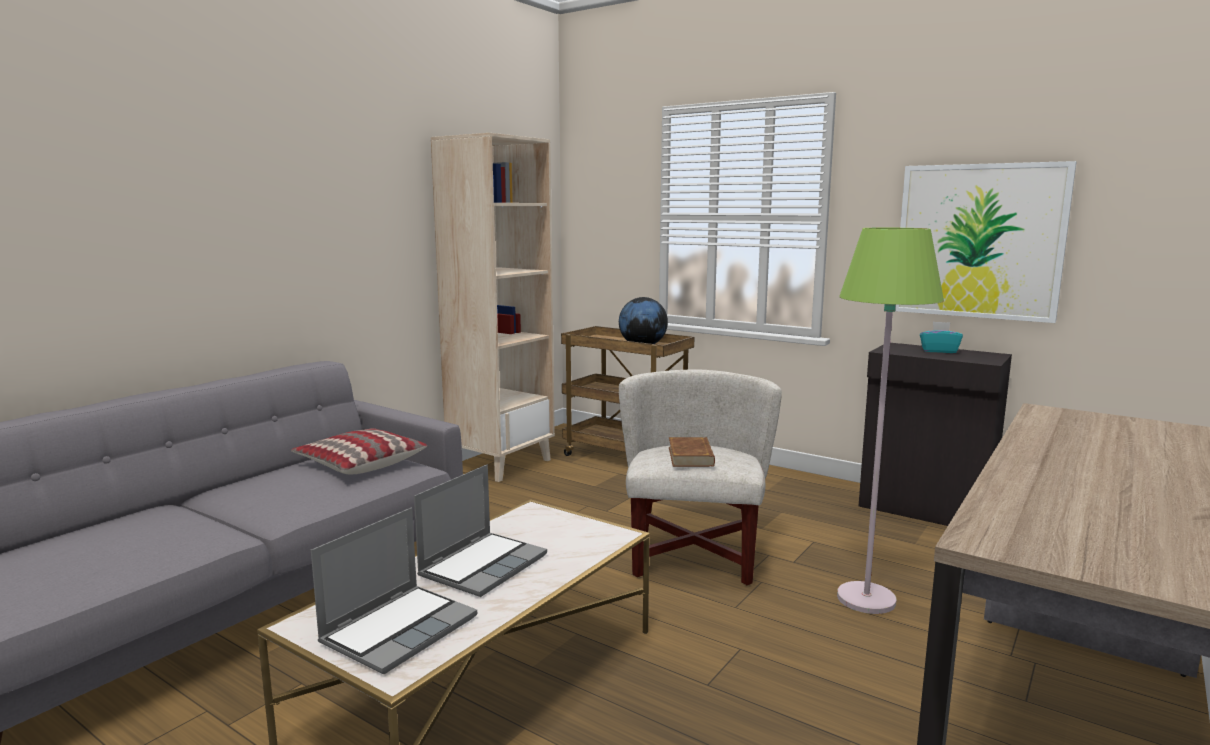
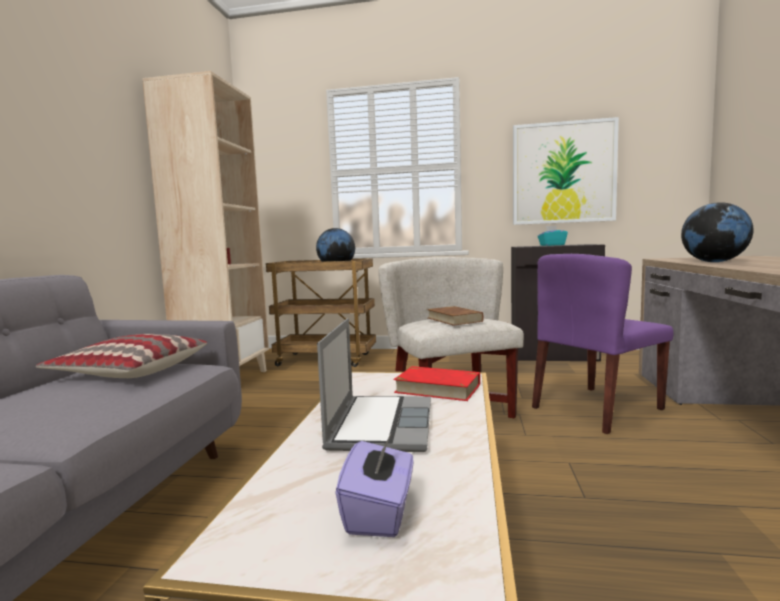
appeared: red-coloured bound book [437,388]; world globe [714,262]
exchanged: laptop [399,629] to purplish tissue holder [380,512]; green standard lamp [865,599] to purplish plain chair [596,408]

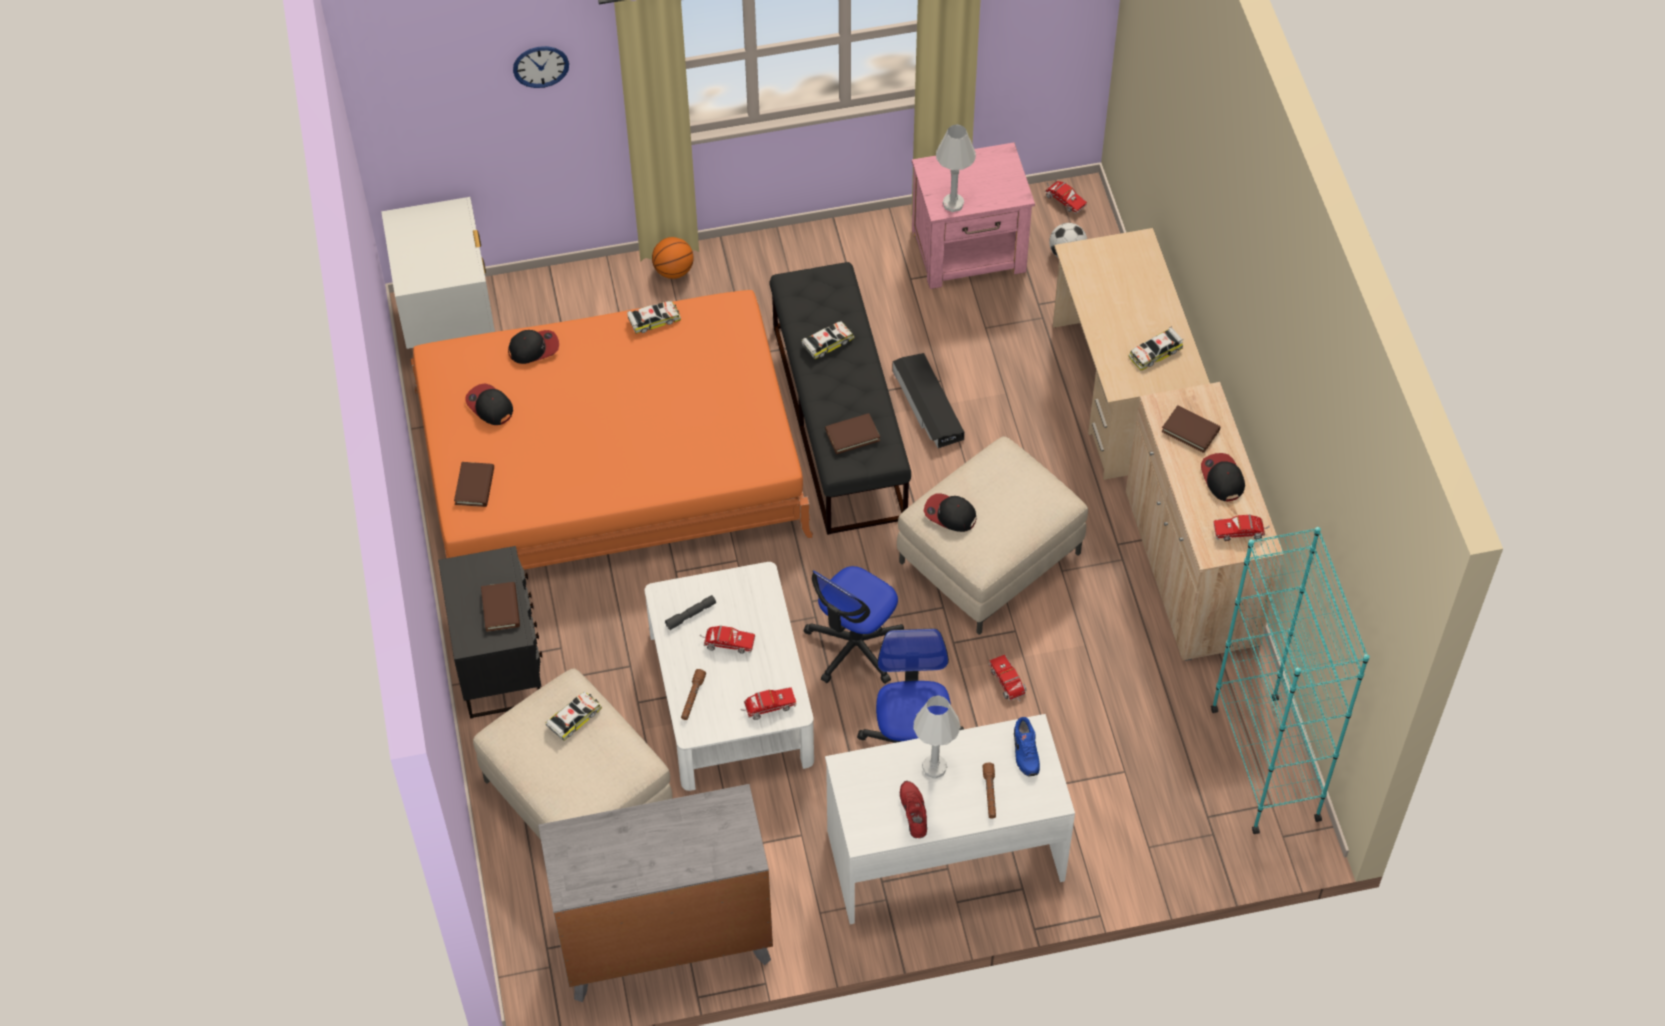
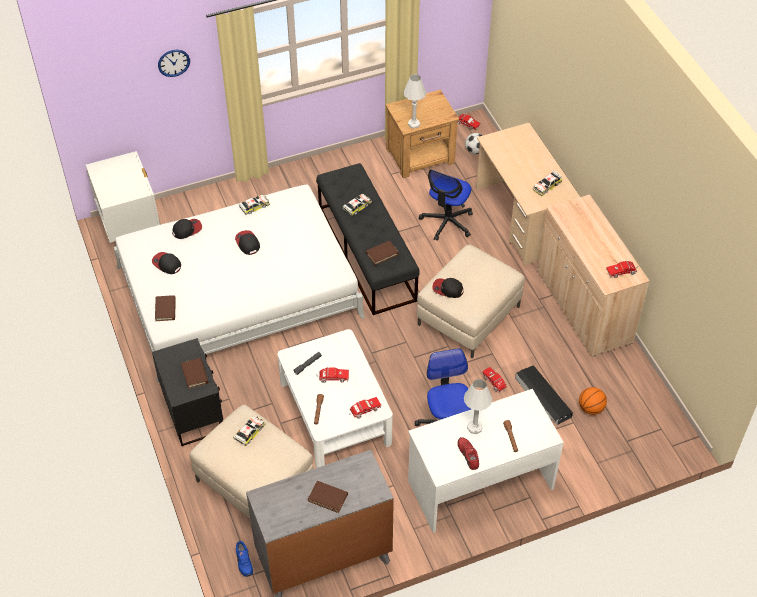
missing: blue-green bookcase [1265,763]
relocated: basketball ball [673,271] to [591,408]; desk chair [854,647] to [447,222]; blackish storage bin [927,405] to [543,398]; bluish low shoe [1025,752] to [243,562]; brown-coloured bound book [1190,430] to [328,497]; baseball cap [1222,478] to [247,243]
colour: orange-coloured bedroom bed [610,461] to white bedroom bed [239,292]; pinkish night table [970,251] to brown-coloured night table [421,156]

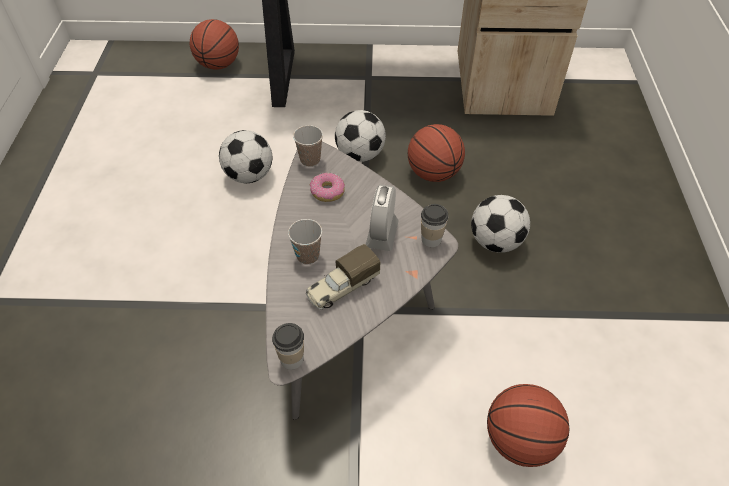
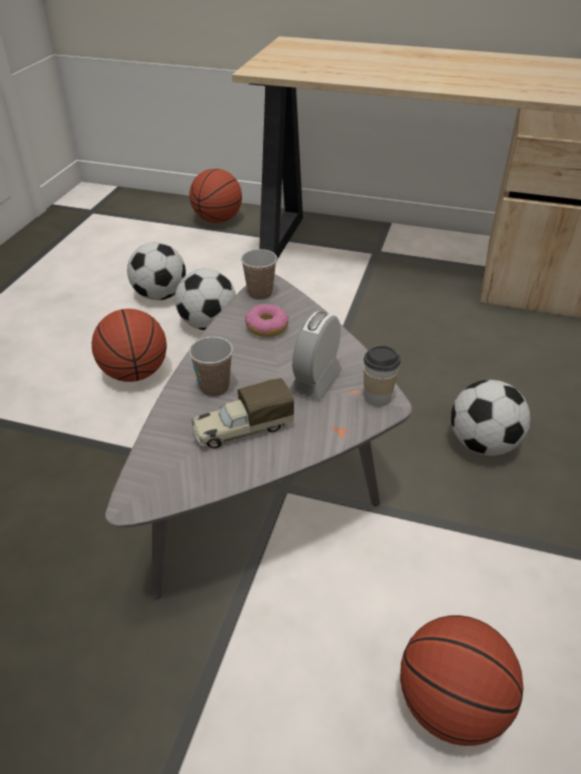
missing: cup [292,359]
relocated: football [360,154] to [160,295]; basketball ball [433,173] to [135,373]

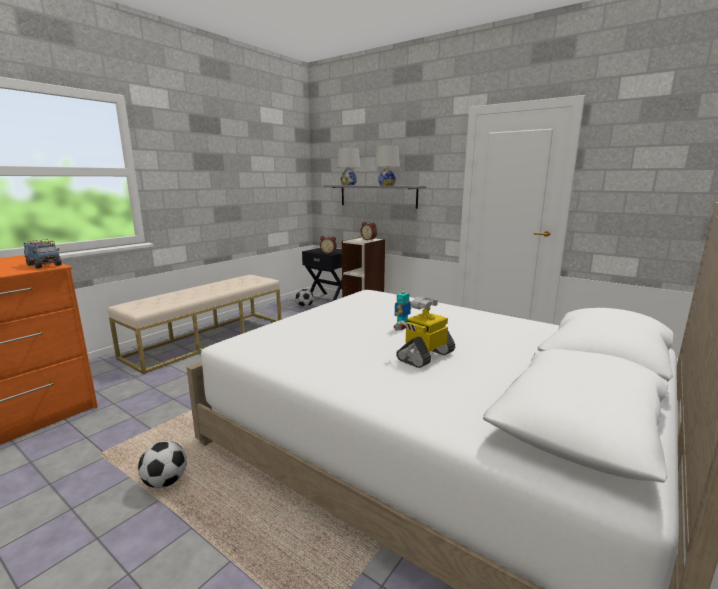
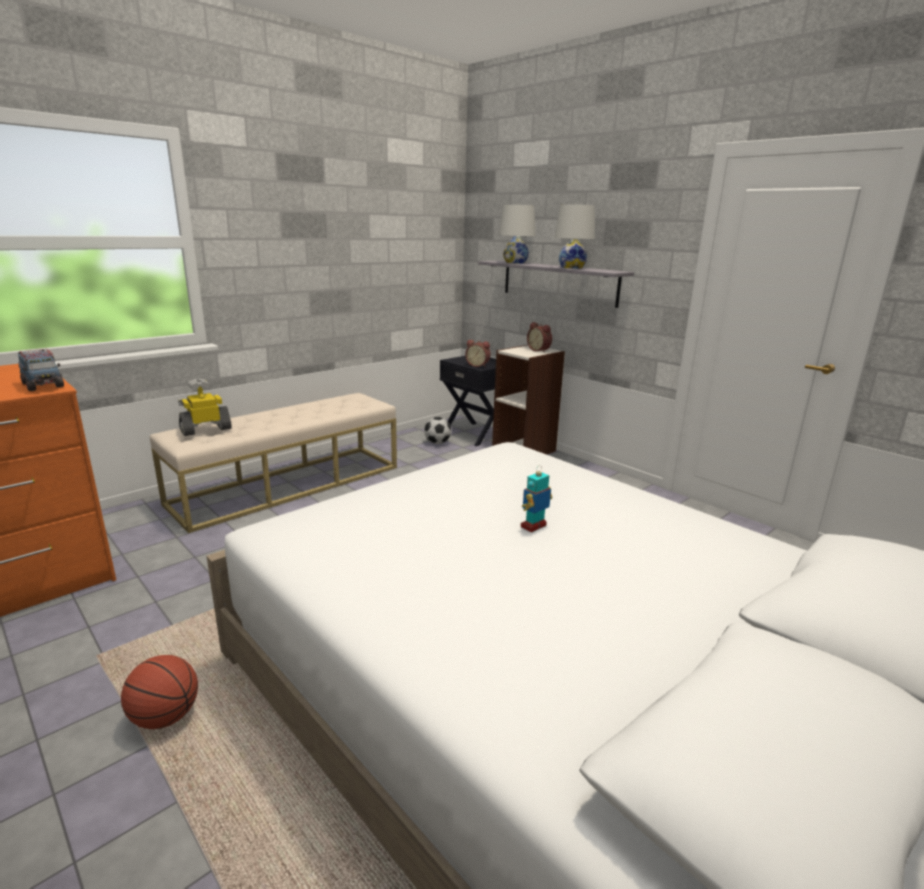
relocated: toy robot [425,356] to [206,429]
exchanged: football [165,482] to basketball ball [165,717]

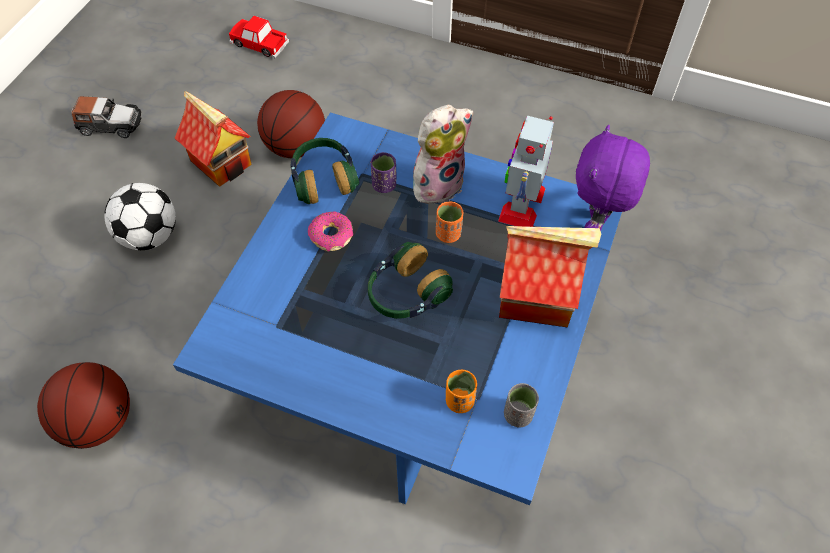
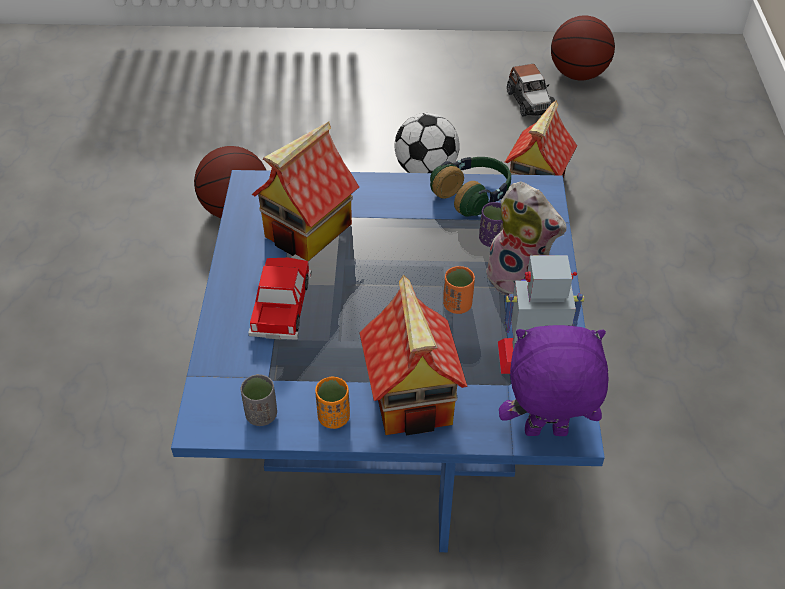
missing: doughnut [331,236]; headset [406,294]
appeared: toy house [308,232]
relocated: miniature car [259,44] to [282,305]; basketball ball [295,147] to [578,75]; orange-coloured cup [459,401] to [334,417]

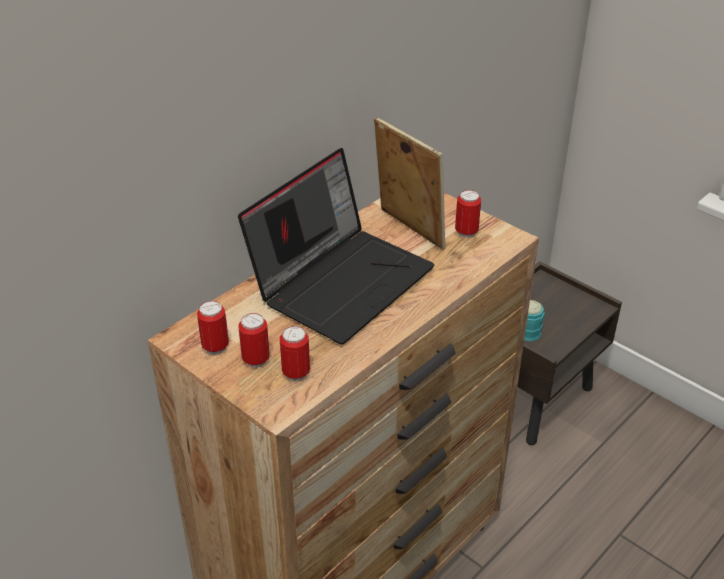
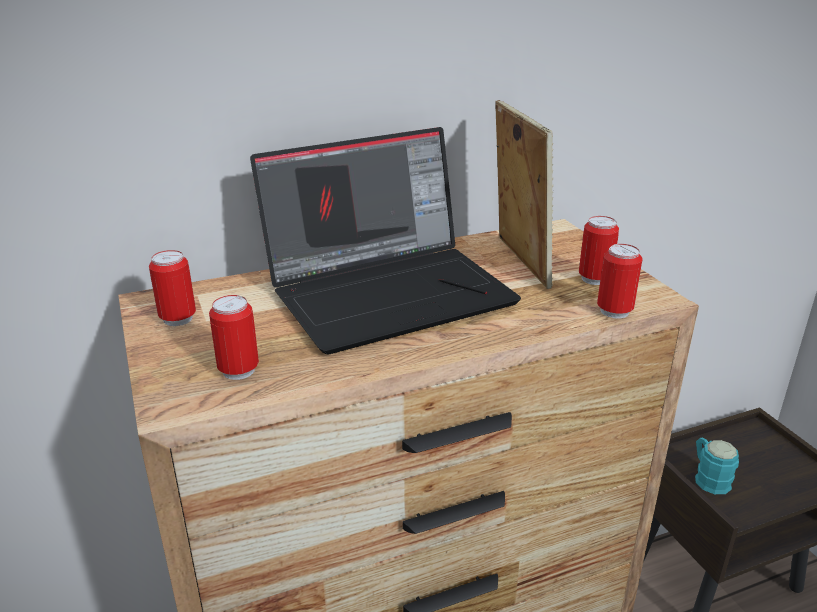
relocated: metal can [256,360] to [614,311]

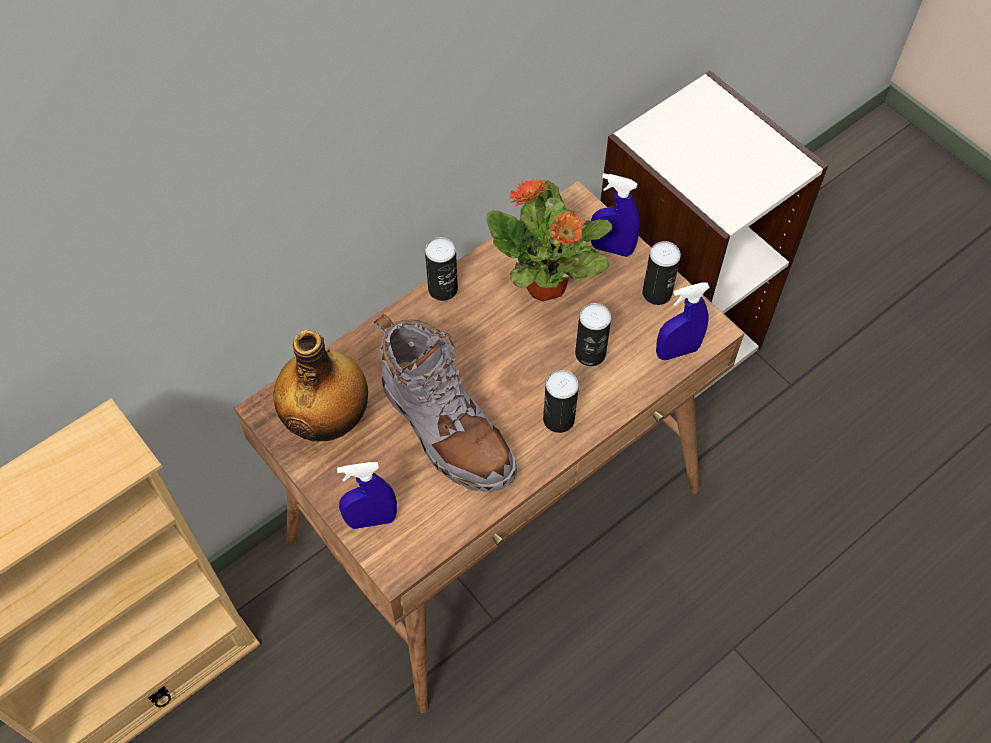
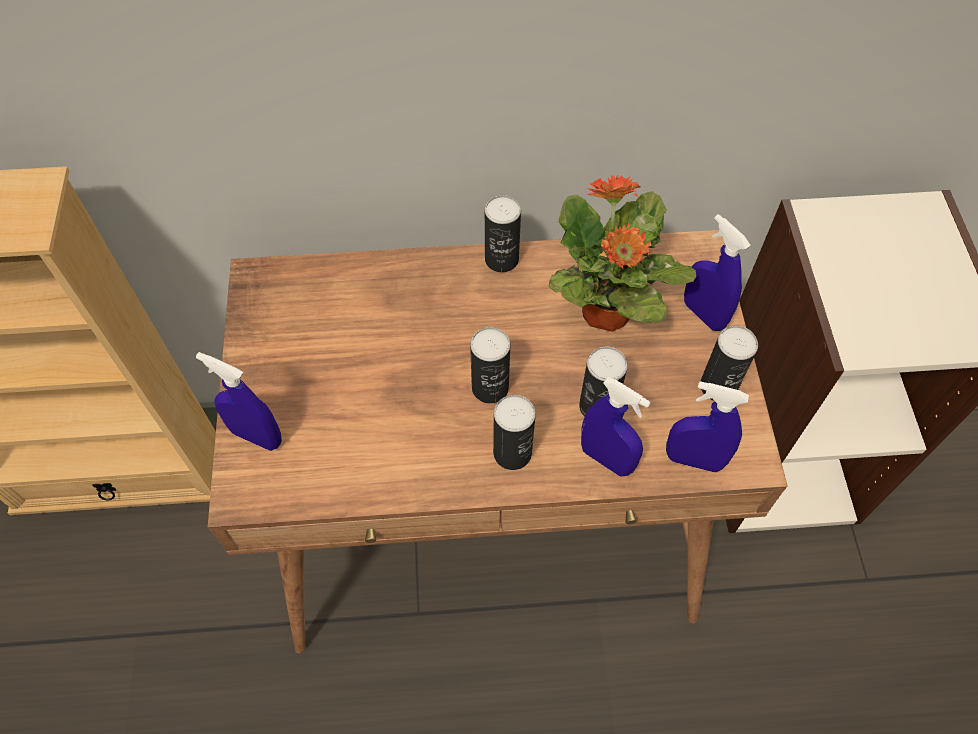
missing: bottle [328,419]; greyish boot [445,429]
appeared: metal can [490,387]; bluish spray bottle [606,459]

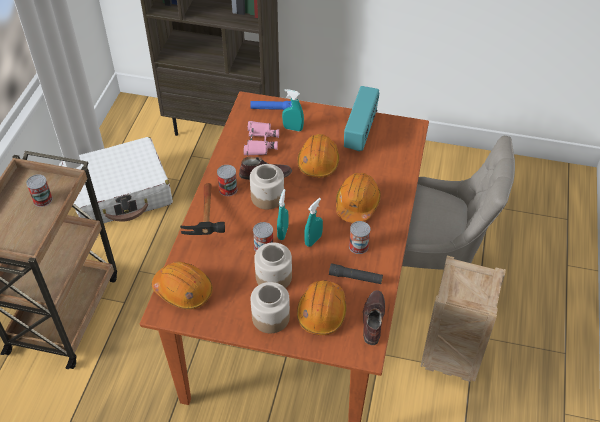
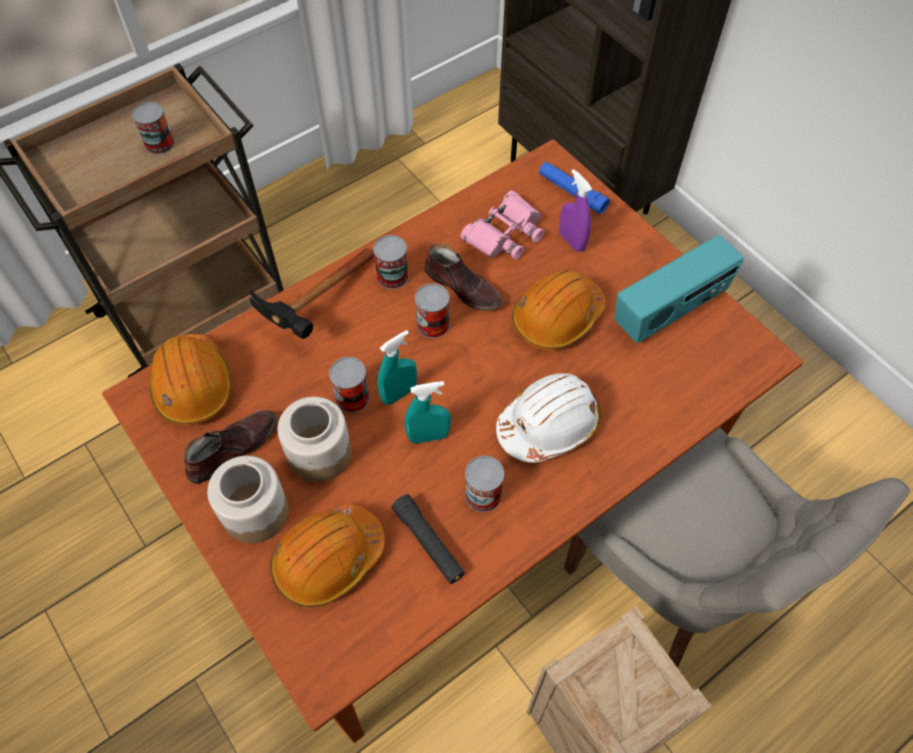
missing: white piece of luggage [120,193]
relocated: brown-coloured low shoe [373,319] to [232,448]
exchanged: storage jar [268,197] to metal can [433,324]
colour: blue-green spray bottle [293,128] to purplish spray bottle [571,241]; orange-coloured work helmet [357,204] to white work helmet [548,424]

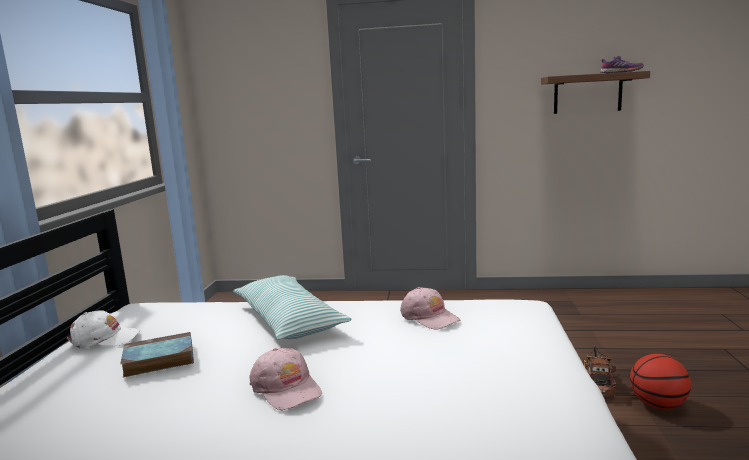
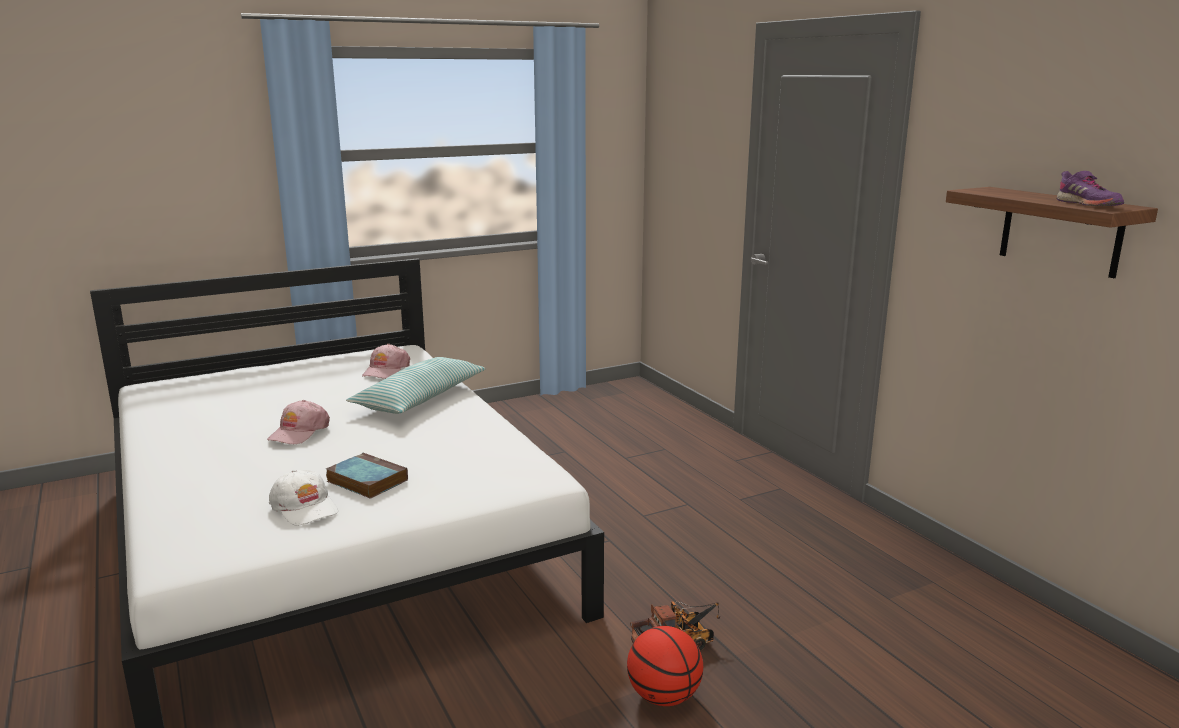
relocated: white baseball cap [104,339] to [305,507]; bound book [157,360] to [365,480]; pinkish baseball cap [429,317] to [386,370]

